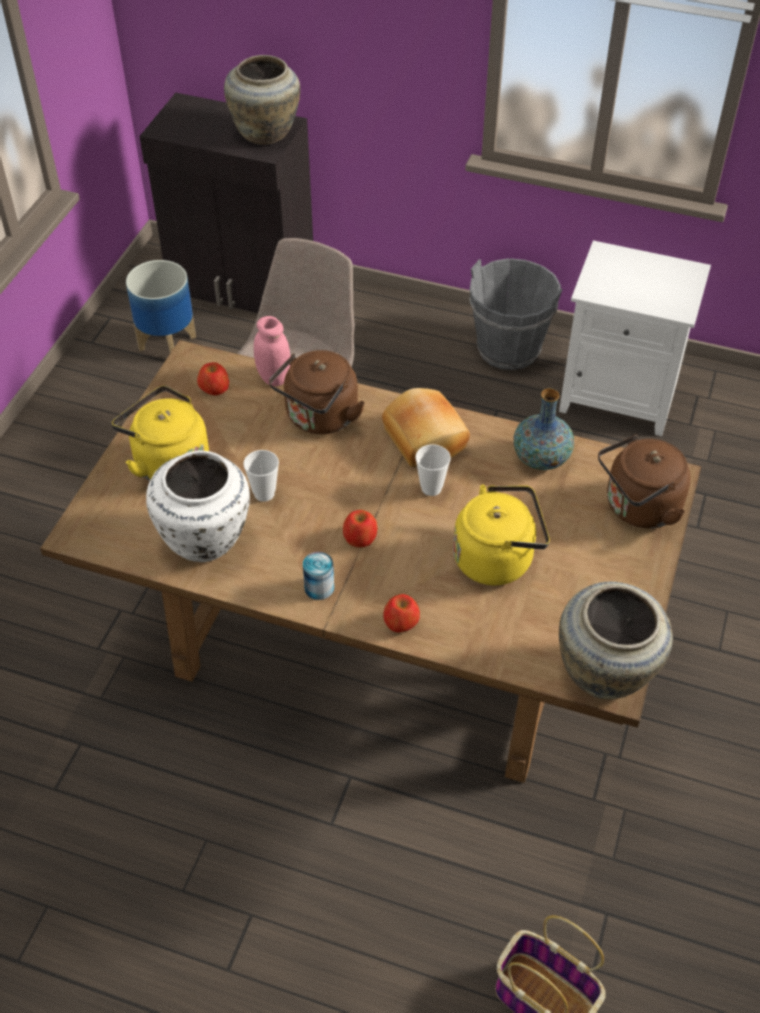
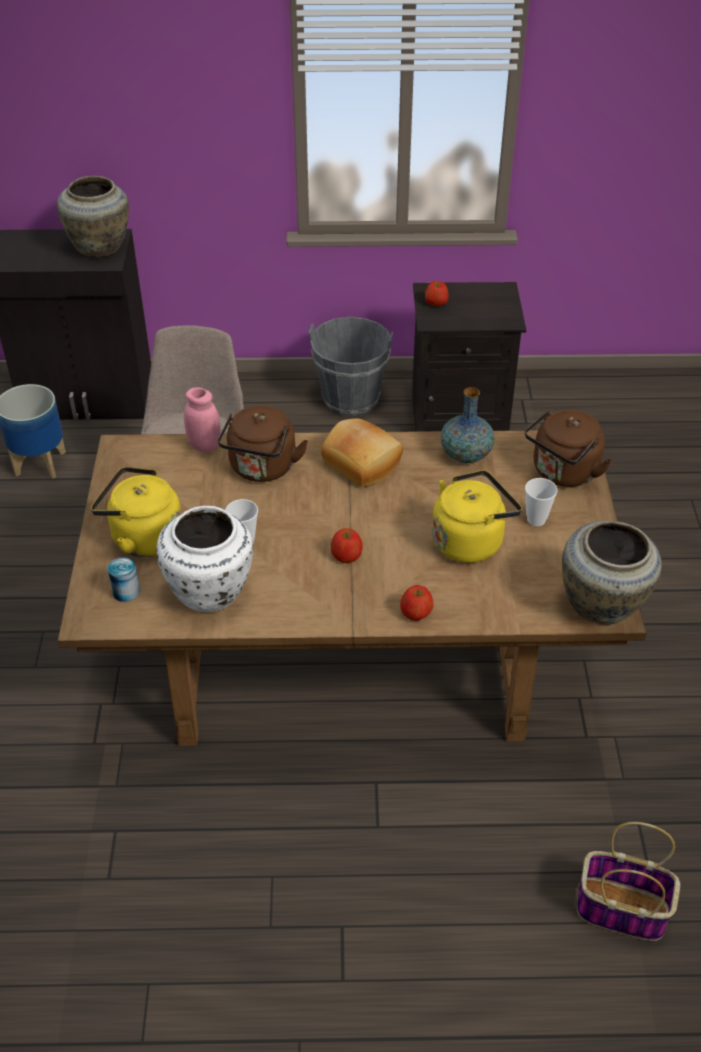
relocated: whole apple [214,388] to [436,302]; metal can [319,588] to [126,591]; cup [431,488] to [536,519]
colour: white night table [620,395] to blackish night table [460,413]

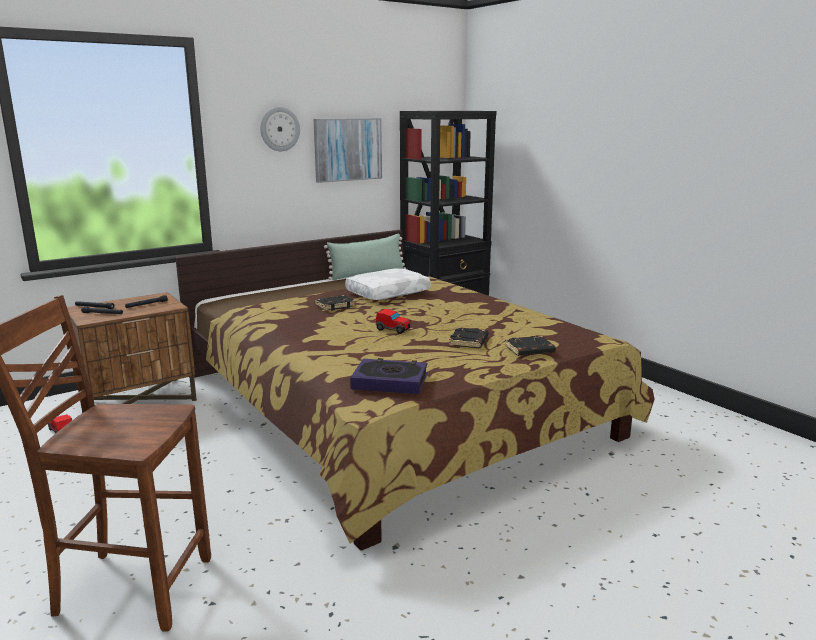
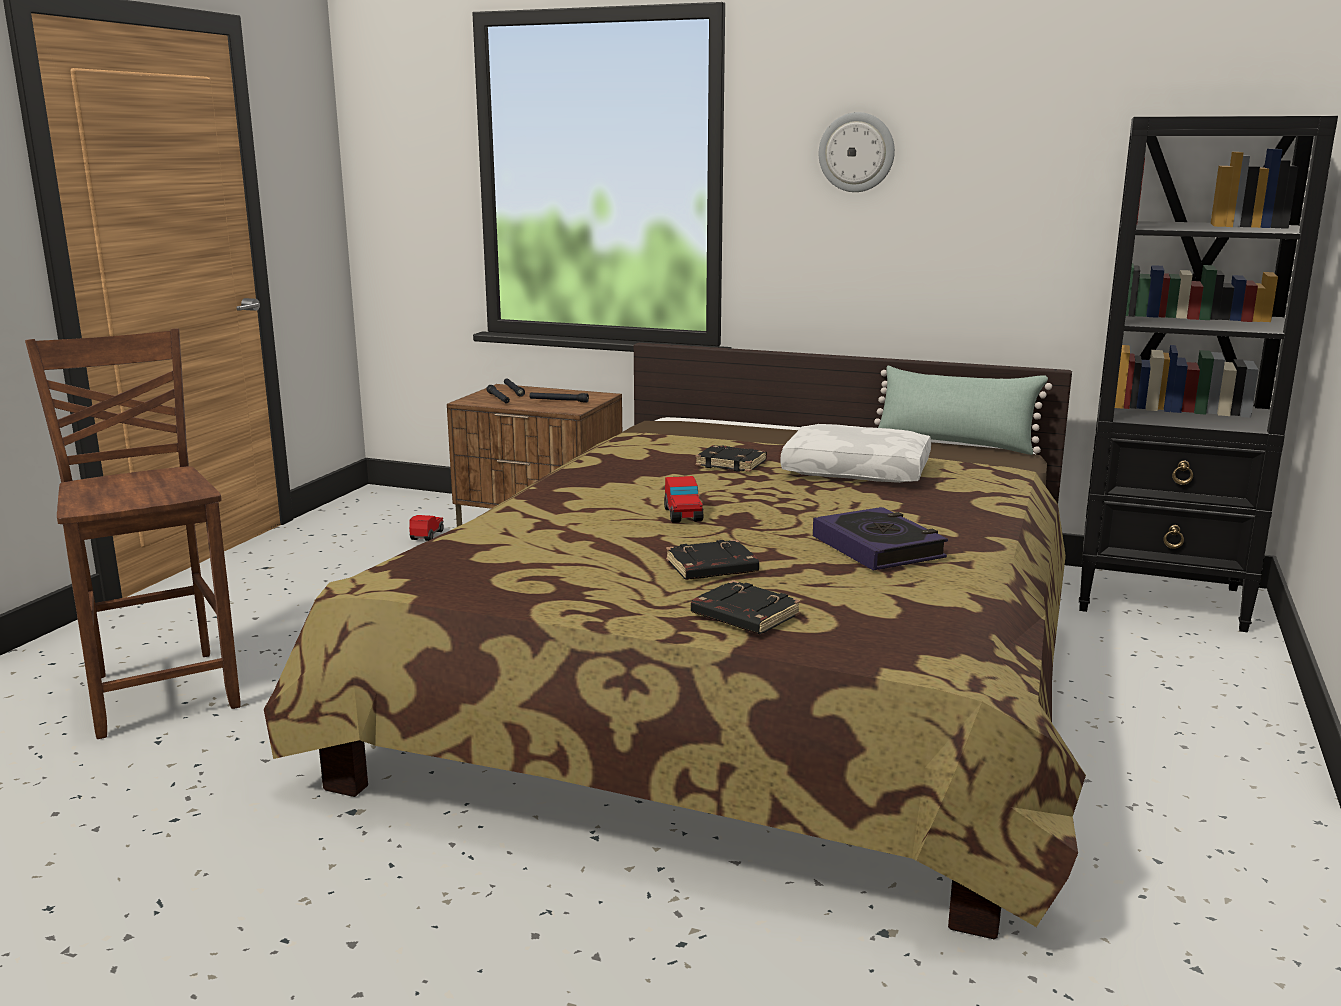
missing: picture [347,149]
relocated: bound book [390,381] to [878,547]

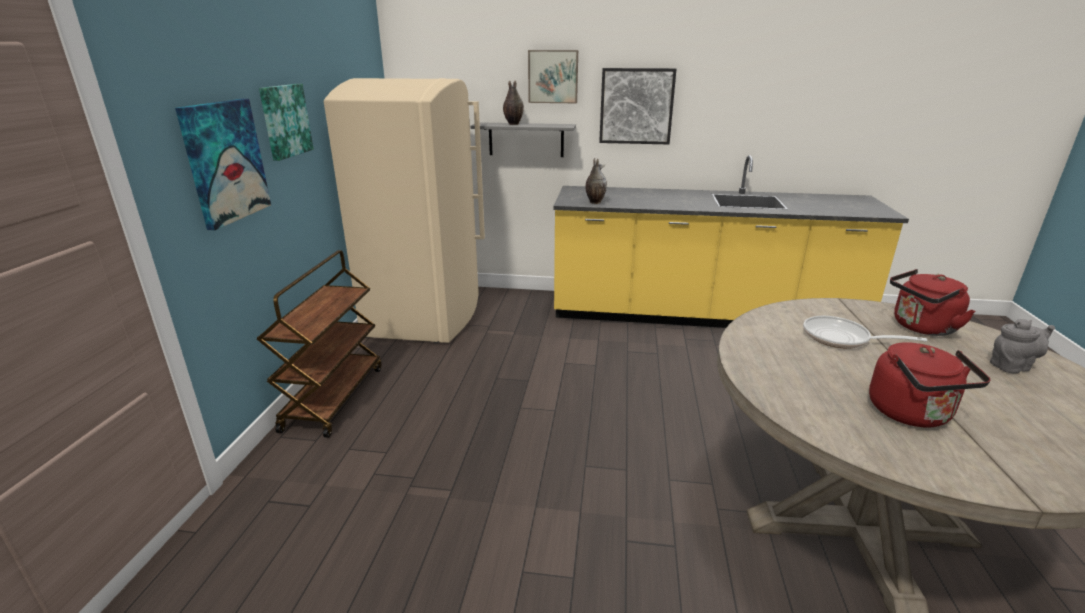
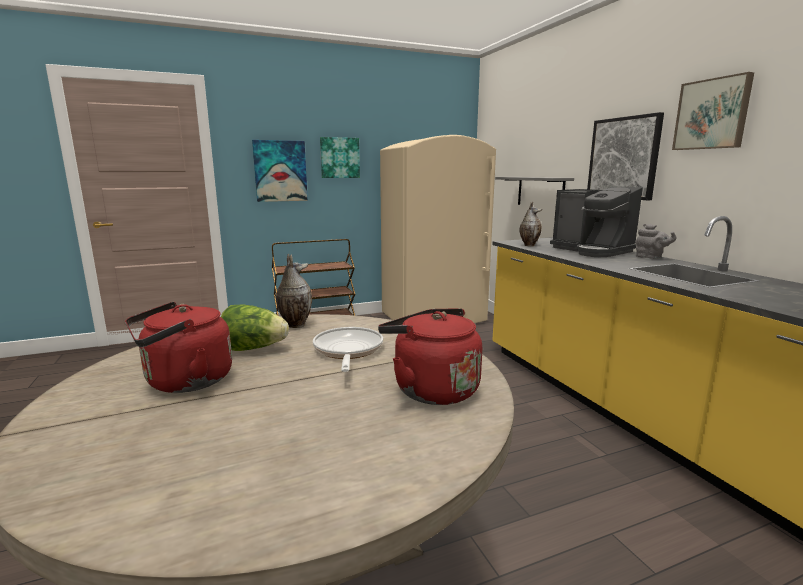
appeared: lettuce [254,349]; coffee maker [592,251]
relocated: decorative vase [513,124] to [295,324]; picture [553,76] to [712,114]; greyish teapot [1012,366] to [650,257]

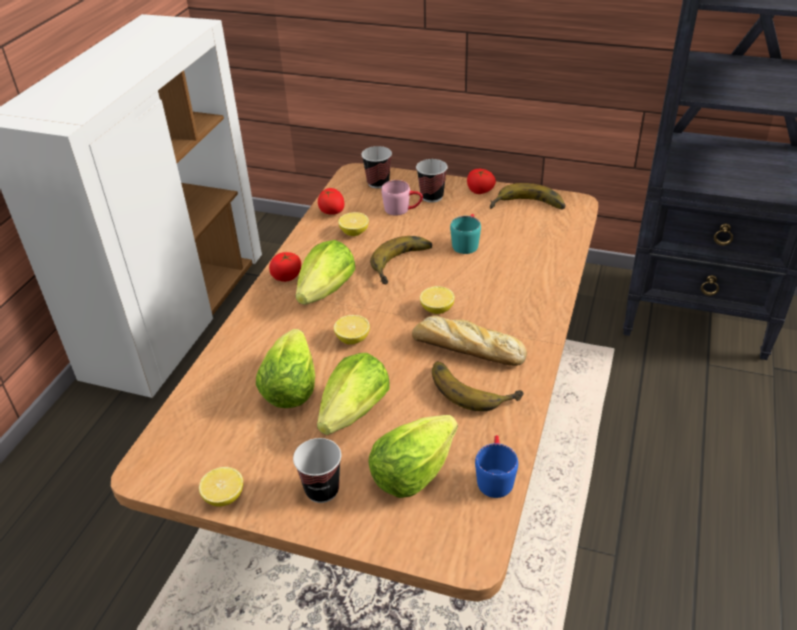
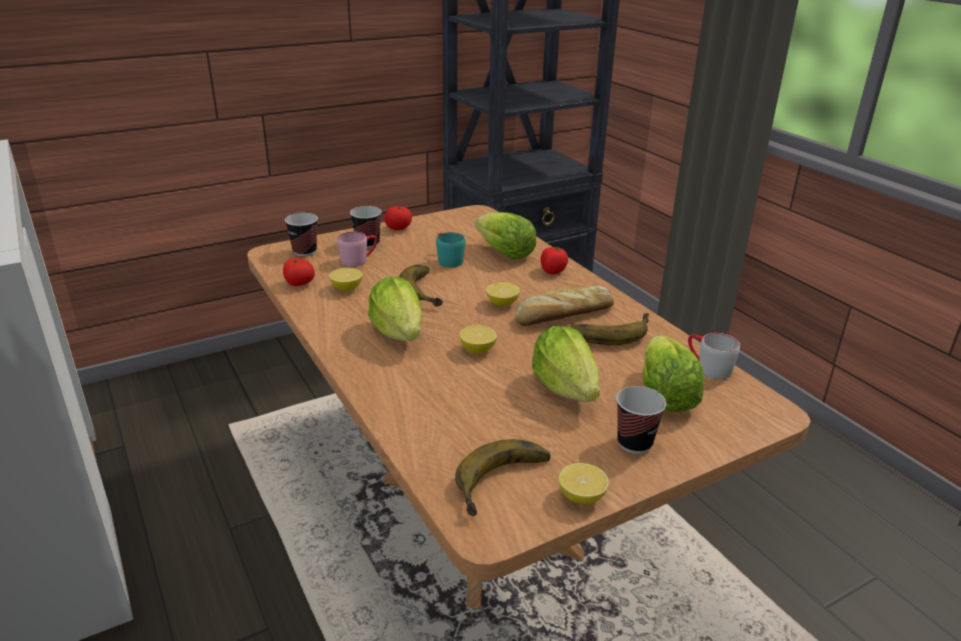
relocated: lettuce [290,388] to [505,254]; fresh tomato [287,277] to [552,271]; banana [527,208] to [507,484]
colour: bluish coffee mug [494,476] to greyish coffee mug [707,367]

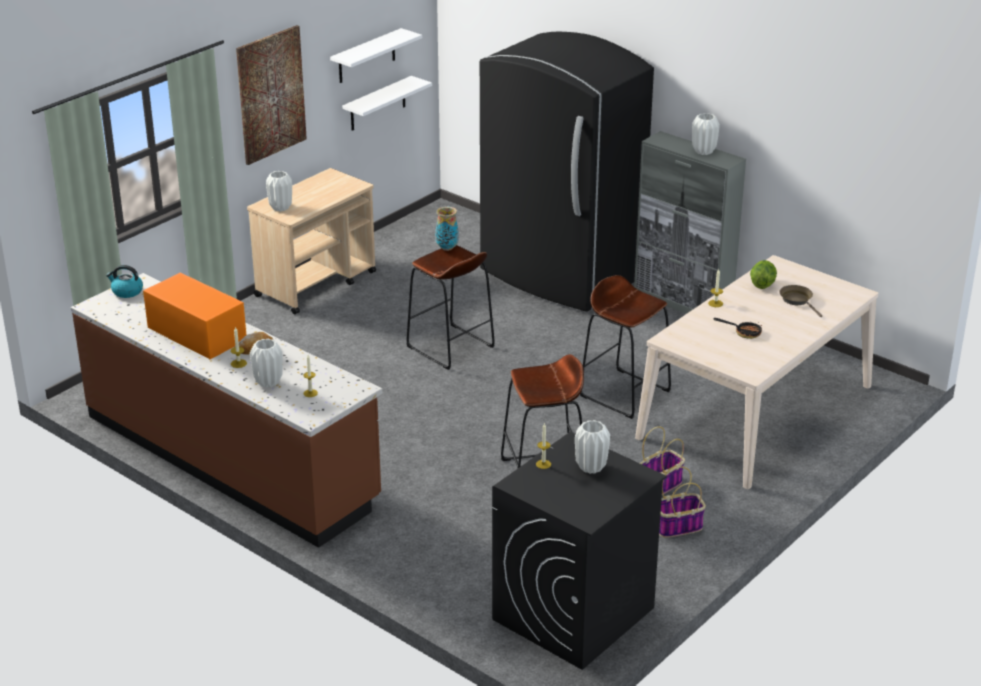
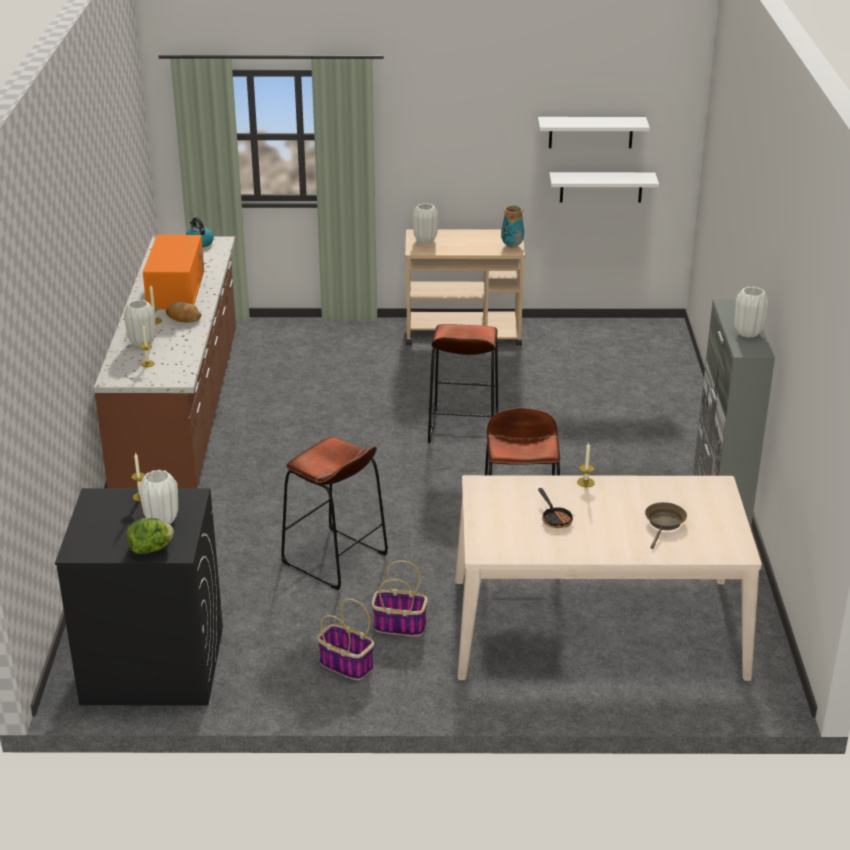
missing: picture [271,94]; blackish kitchen fridge [560,276]
relocated: decorative vase [447,248] to [511,246]; lettuce [762,284] to [151,549]

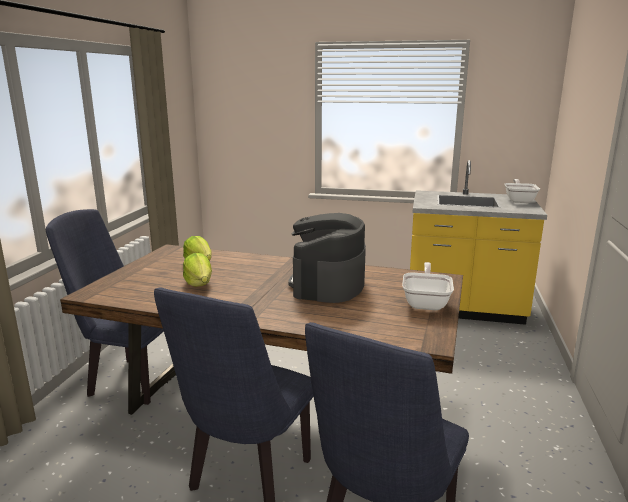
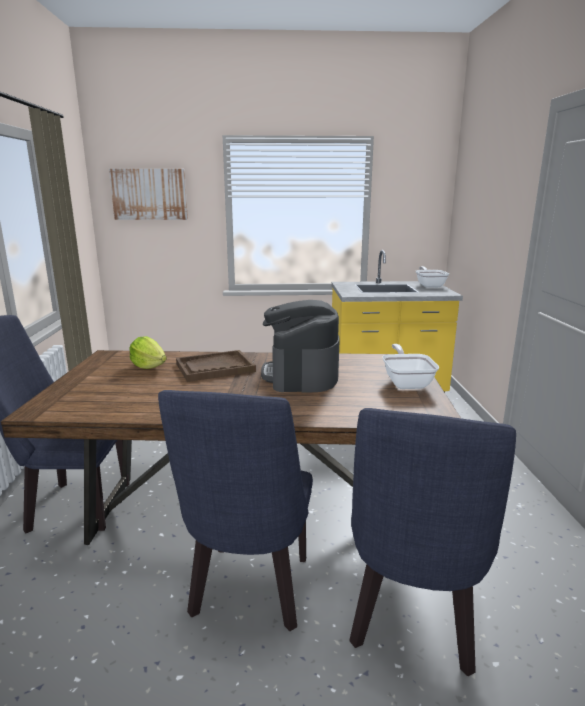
missing: lettuce [199,284]
appeared: picture [149,194]; brown-coloured serving tray [215,368]

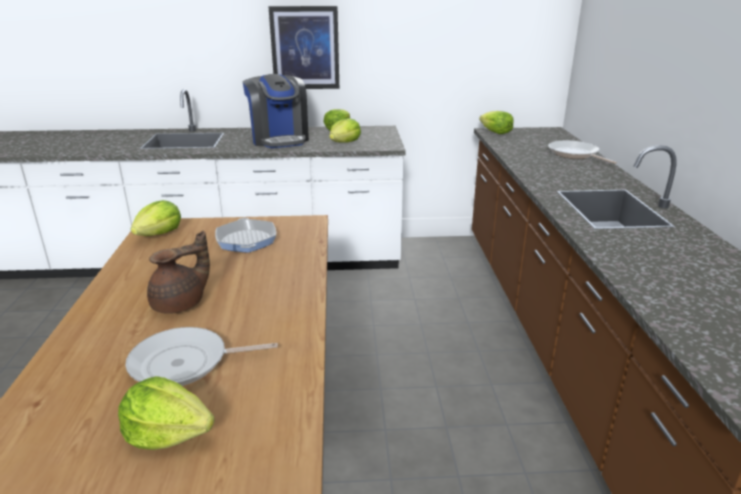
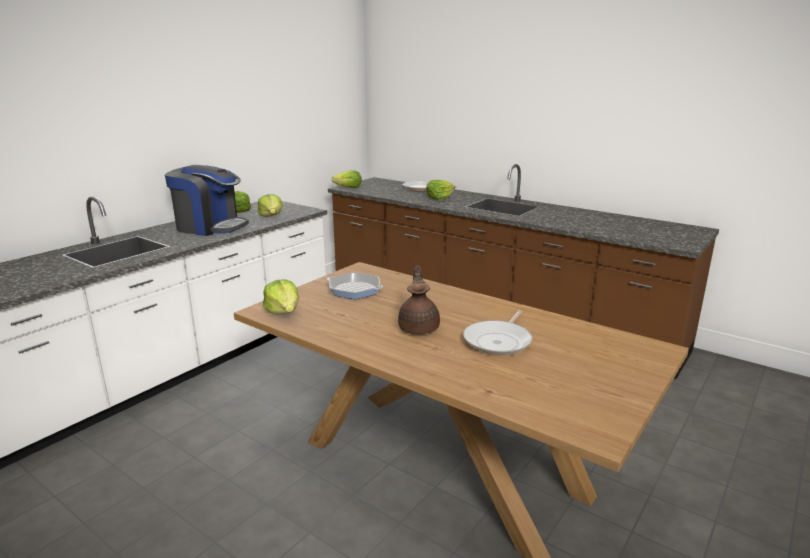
missing: picture [305,48]
relocated: lettuce [168,433] to [439,198]

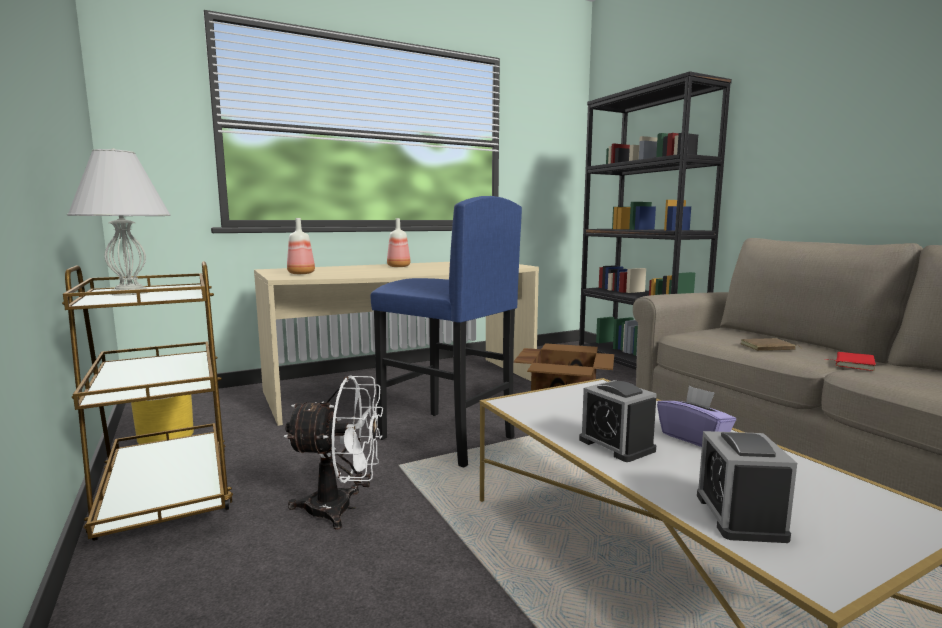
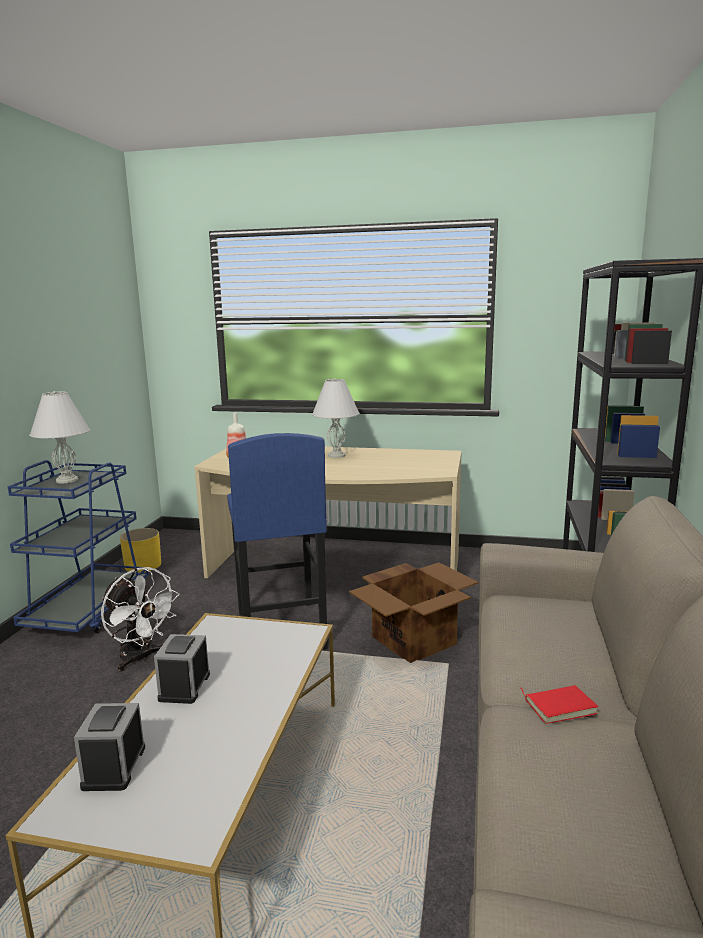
missing: purplish tissue holder [694,438]; brown-coloured bound book [768,348]
exchanged: bottle [399,266] to white tabletop lamp [336,455]
colour: brown-coloured trolley [167,495] to bluish trolley [89,610]
spun: alarm clock [740,516] = [114,767] 45 degrees counterclockwise

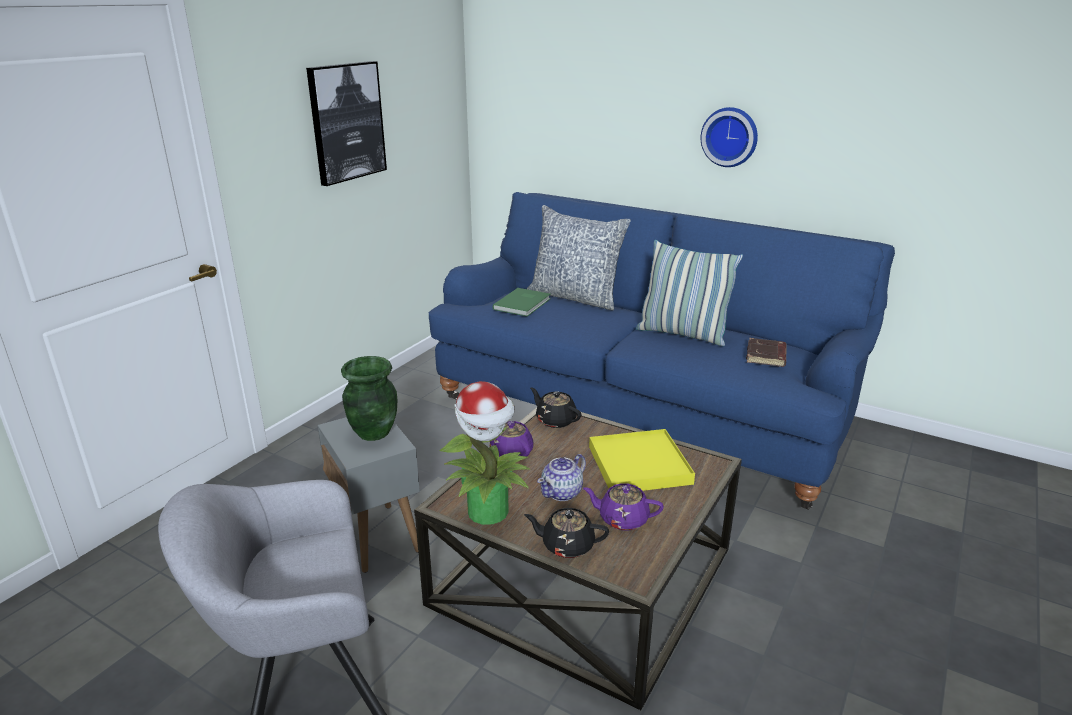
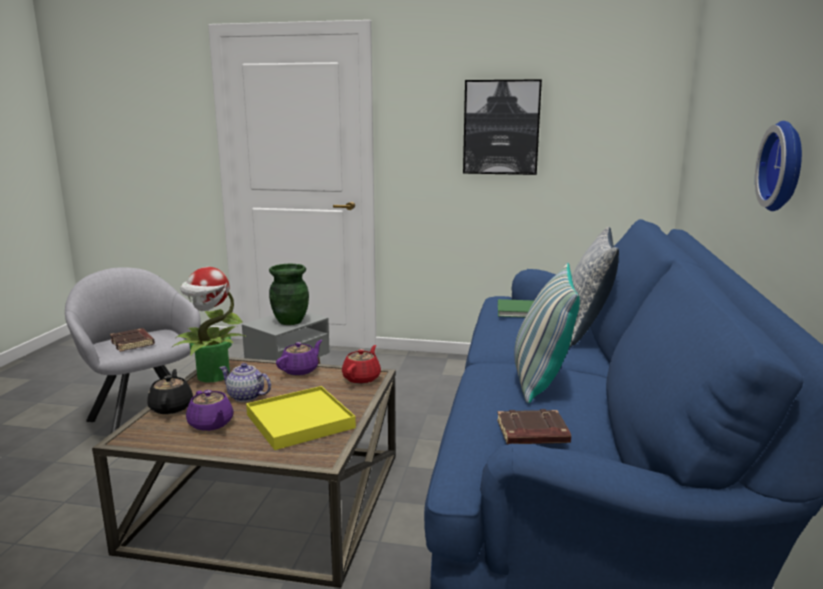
appeared: brown-coloured bound book [133,343]
colour: blackish teapot [555,420] to red-coloured teapot [362,378]
spun: purplish teapot [622,519] = [211,424] 150 degrees clockwise

